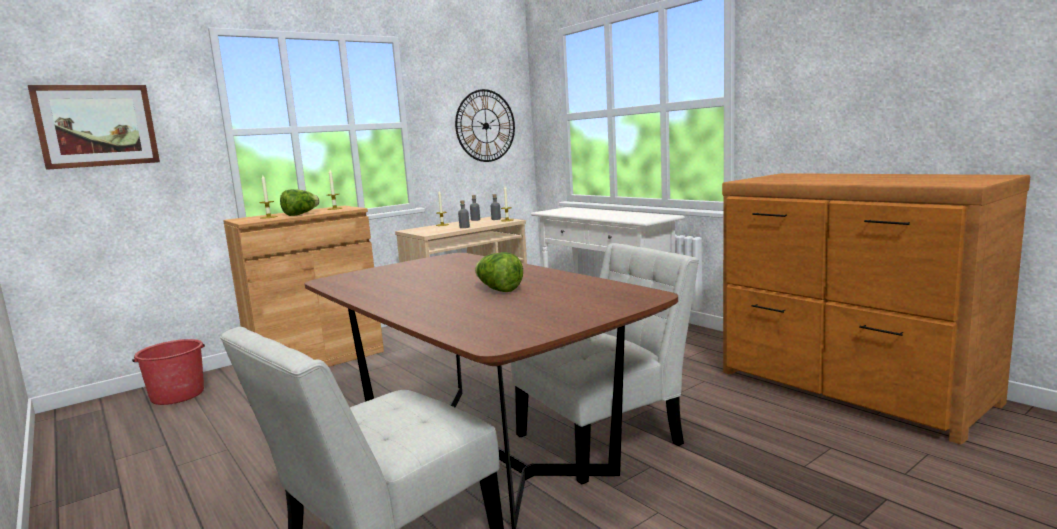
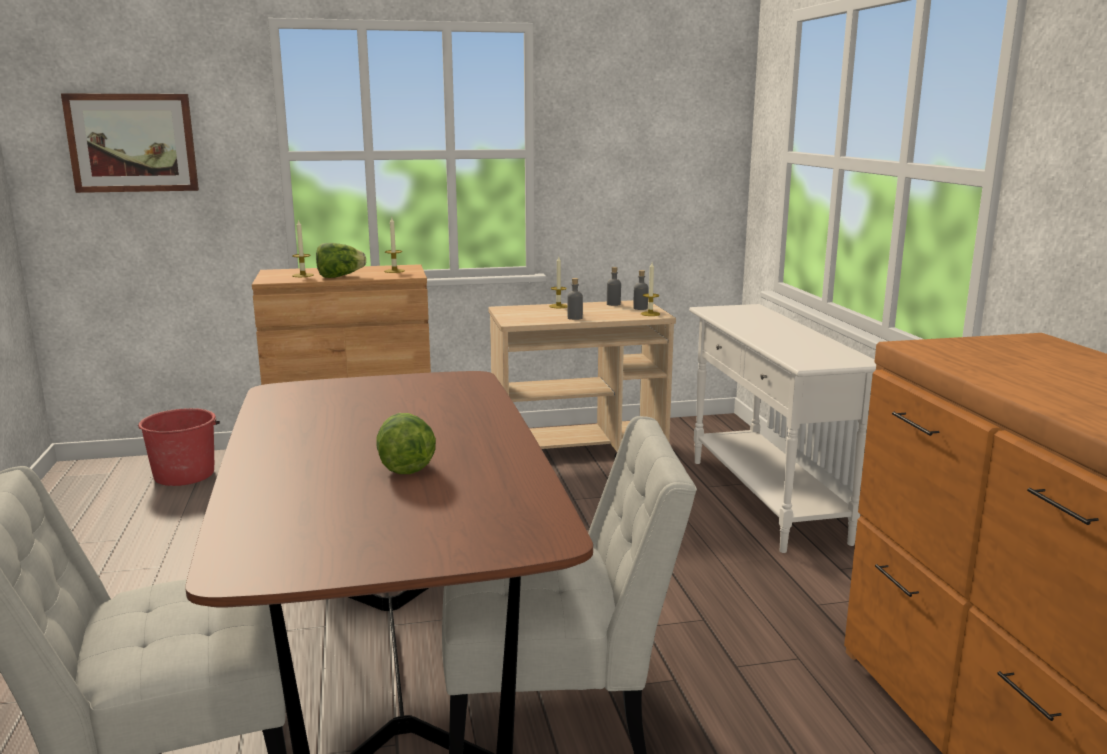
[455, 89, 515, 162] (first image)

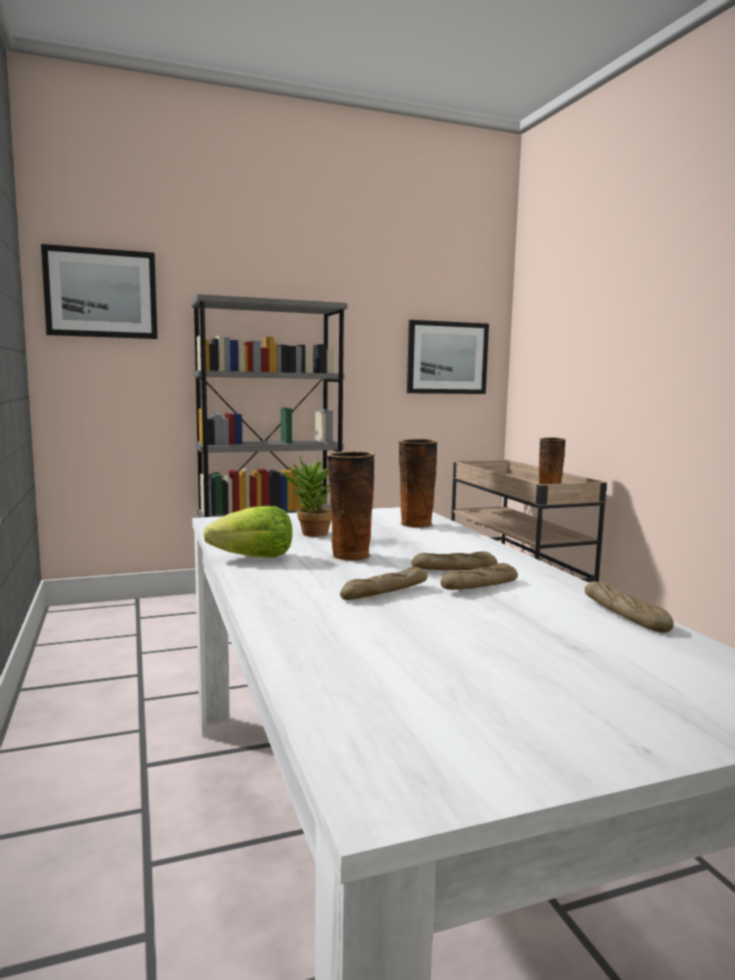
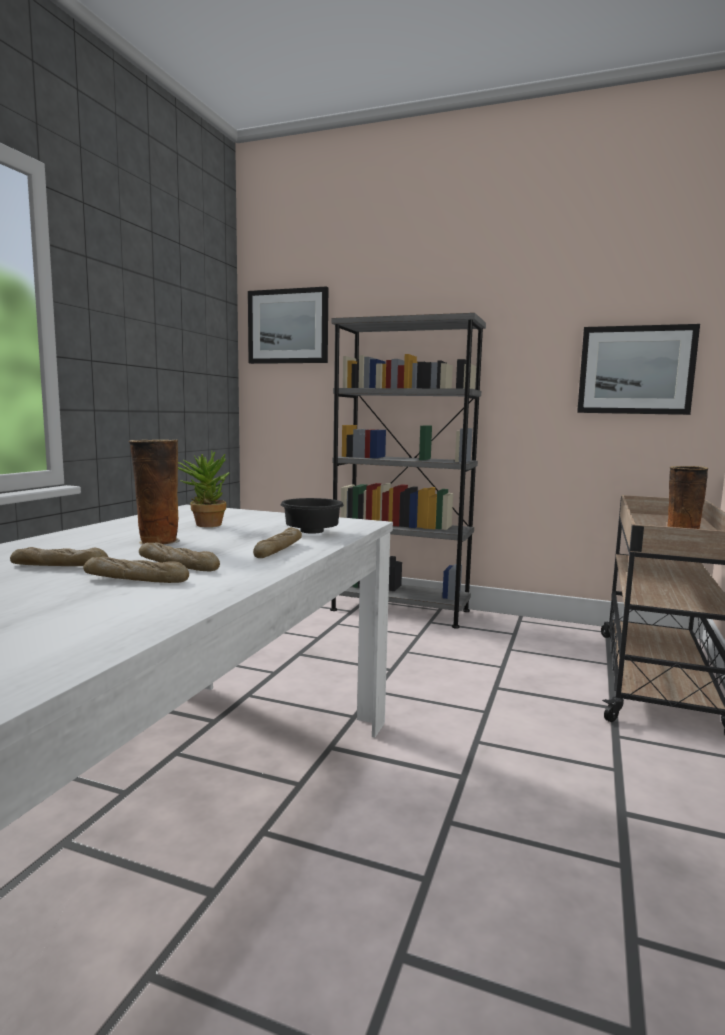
[203, 506, 292, 558] (first image)
[253, 527, 302, 558]
[281, 498, 344, 533]

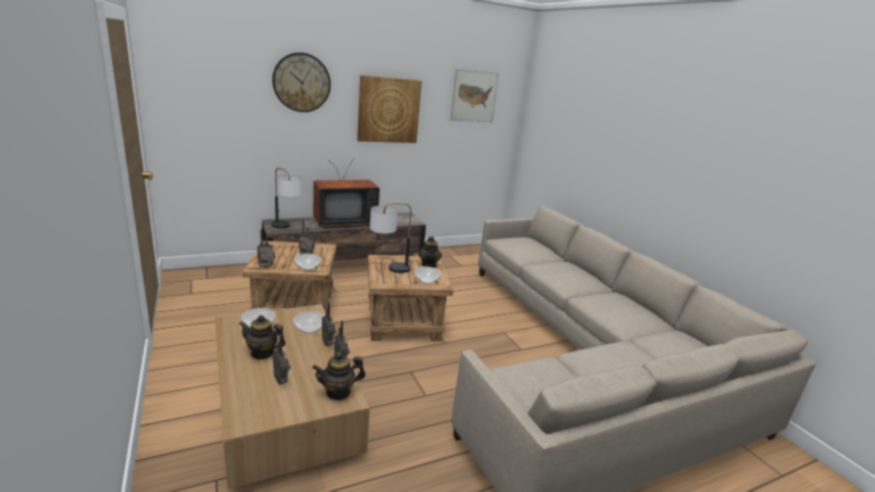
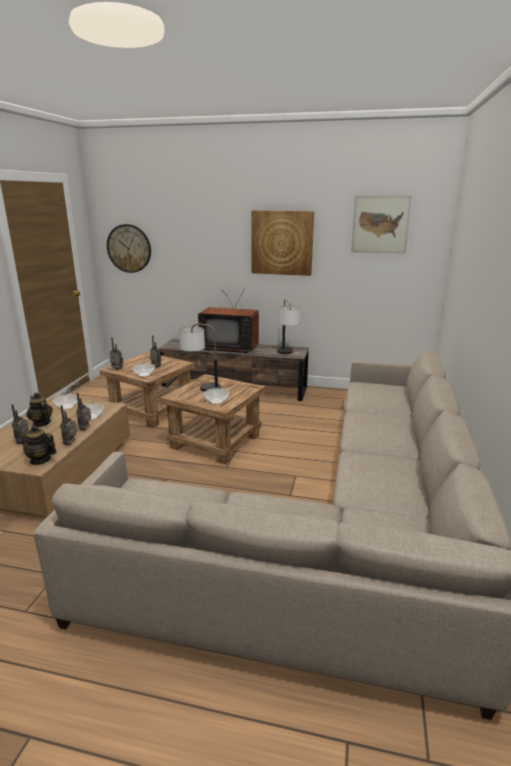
[418, 236, 442, 268] (first image)
[277, 299, 301, 354]
[107, 224, 151, 273]

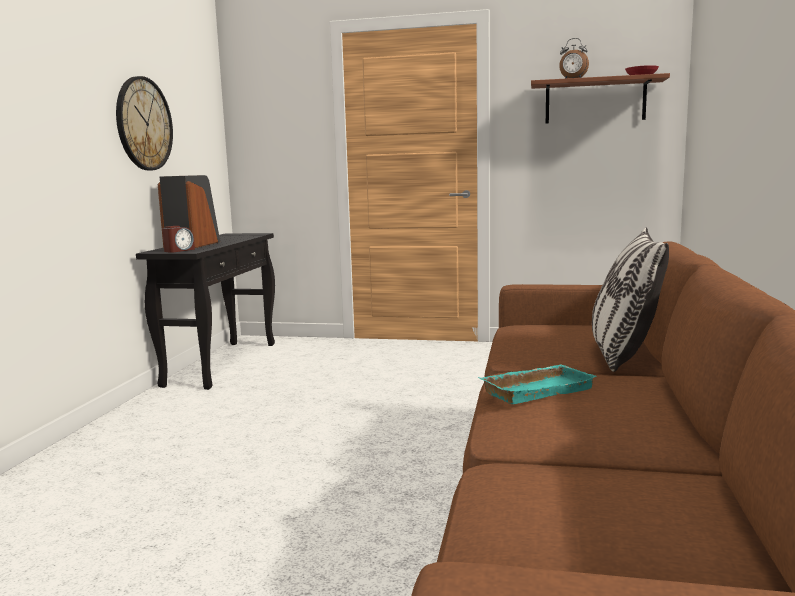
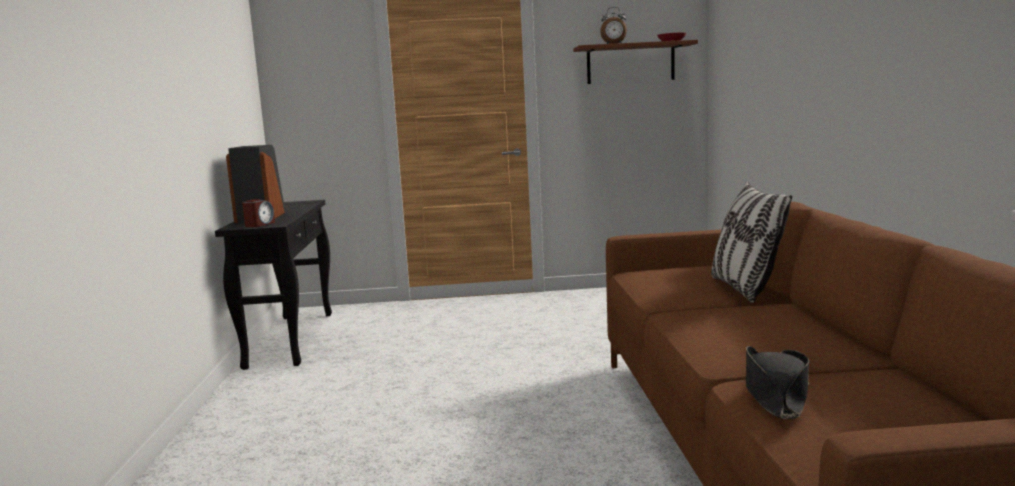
[116, 76, 173, 171] (first image)
[478, 365, 597, 404] (first image)
[746, 346, 809, 419]

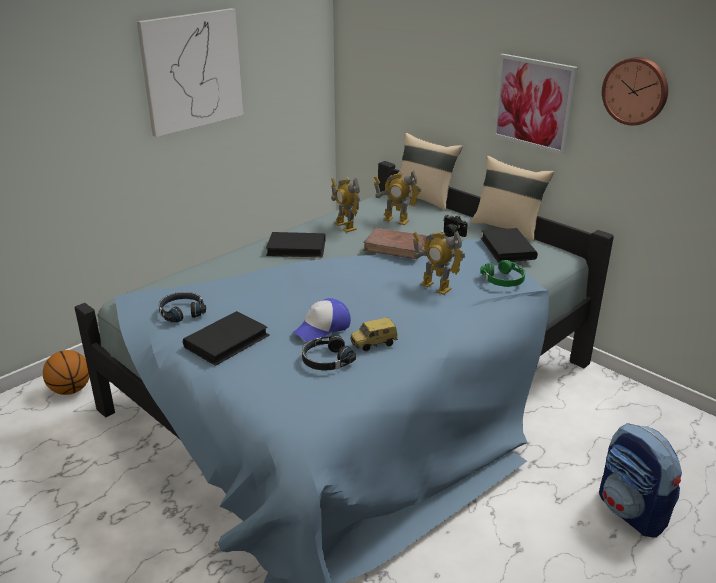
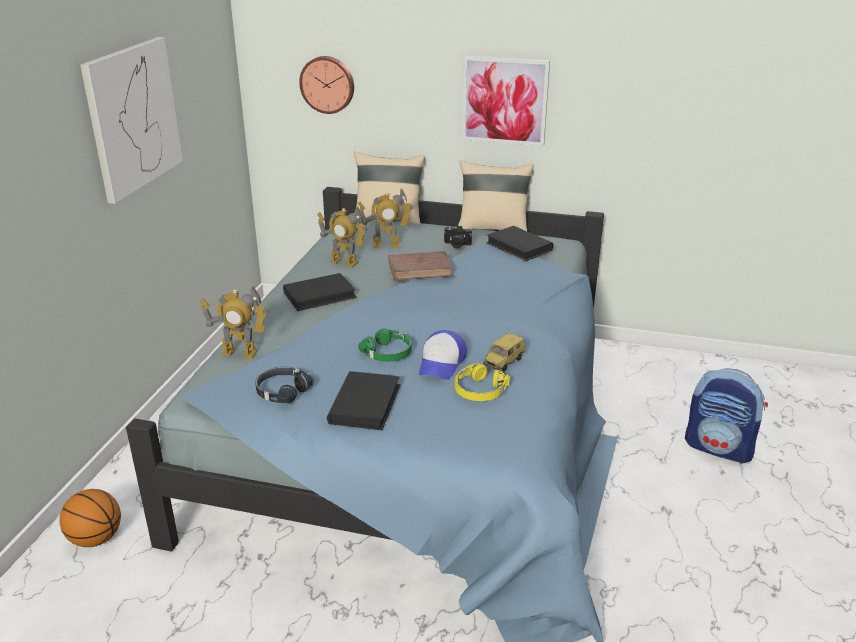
[200, 286, 268, 359]
[358, 329, 412, 362]
[299, 56, 354, 114]
[455, 363, 510, 401]

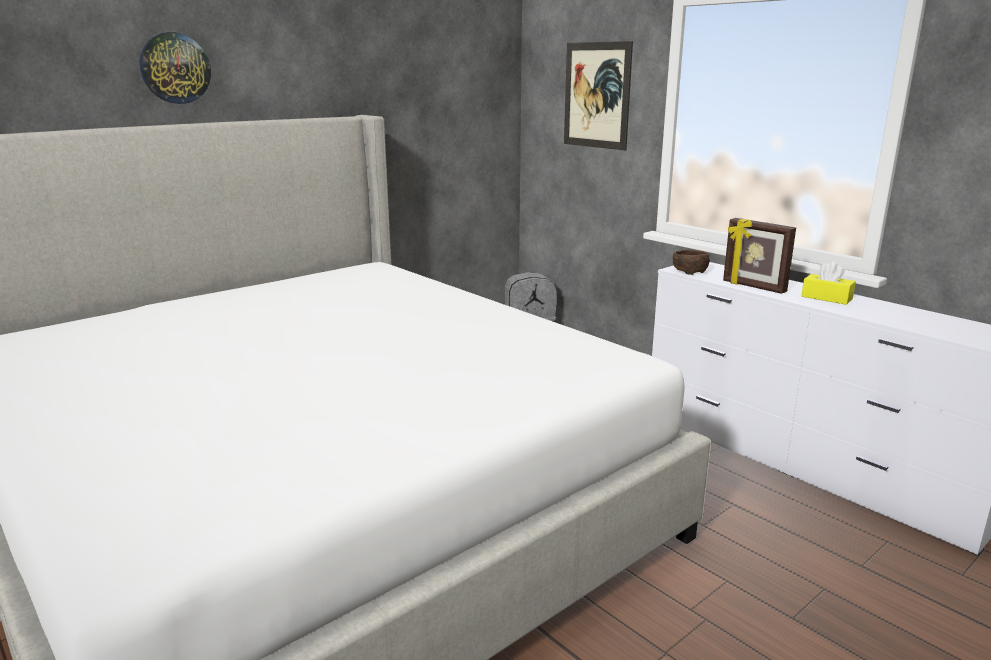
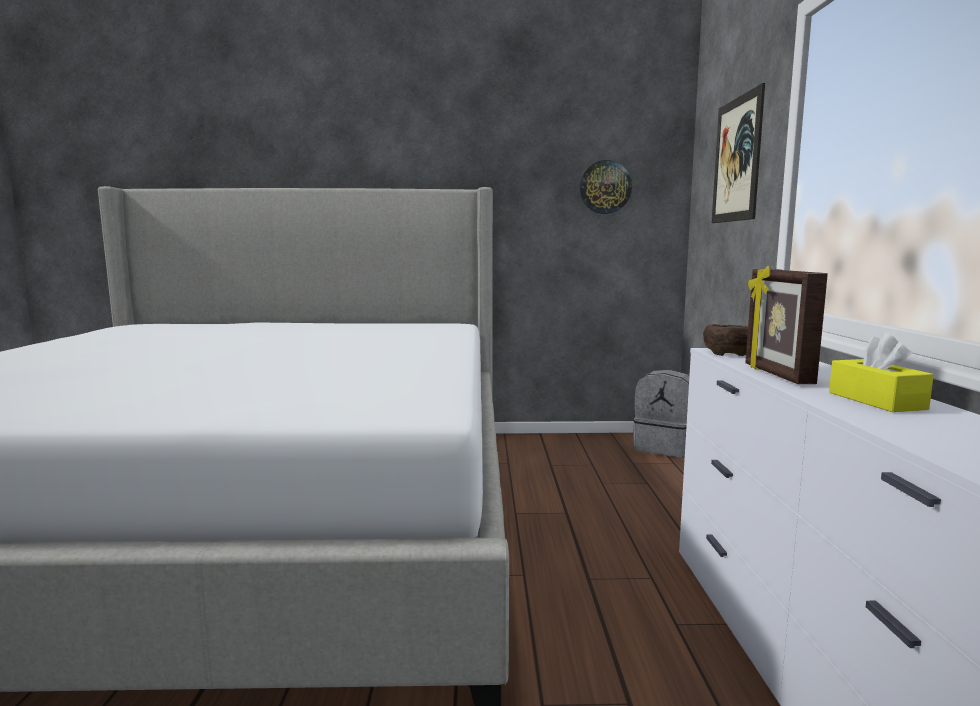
[580, 160, 632, 214]

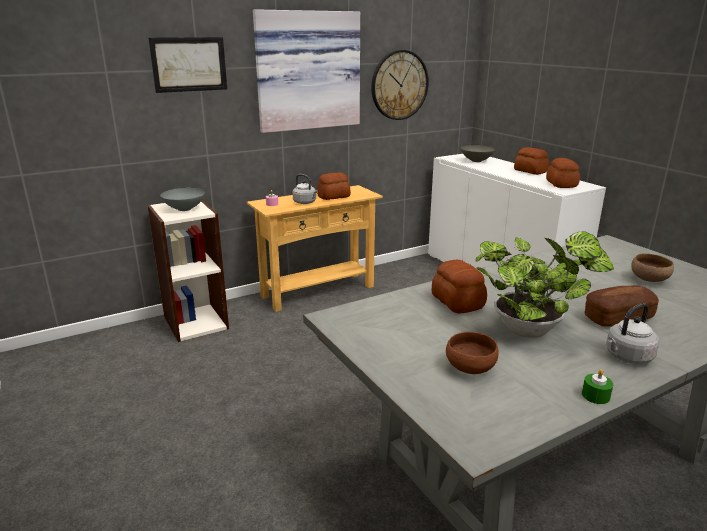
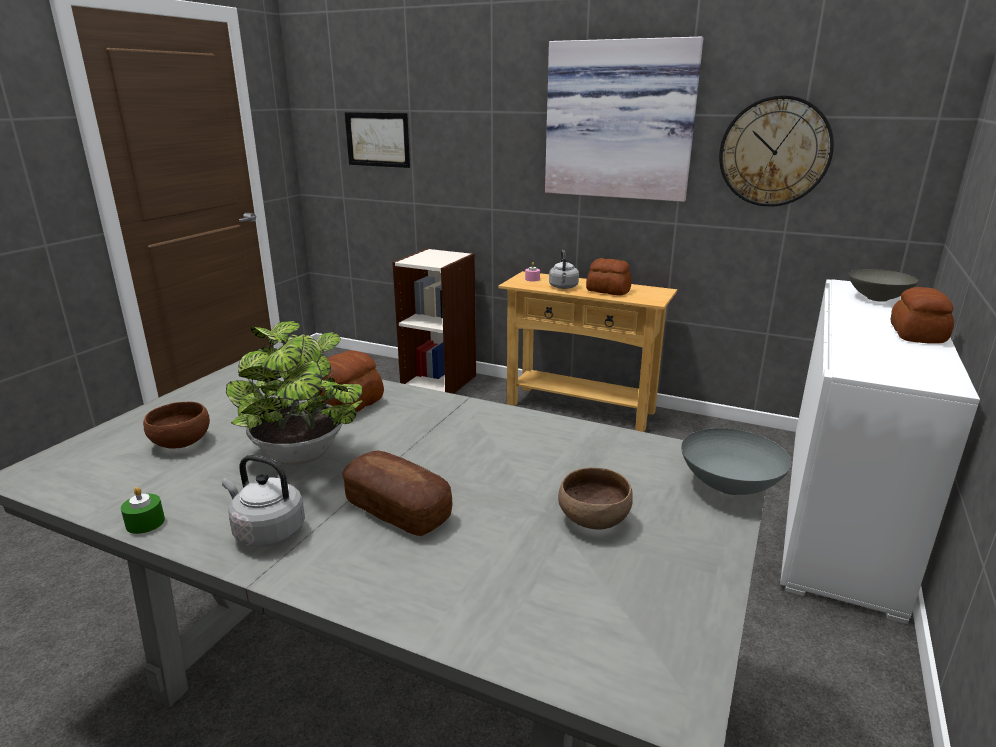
[546, 158, 580, 188] (first image)
[345, 112, 410, 168]
[681, 428, 791, 495]

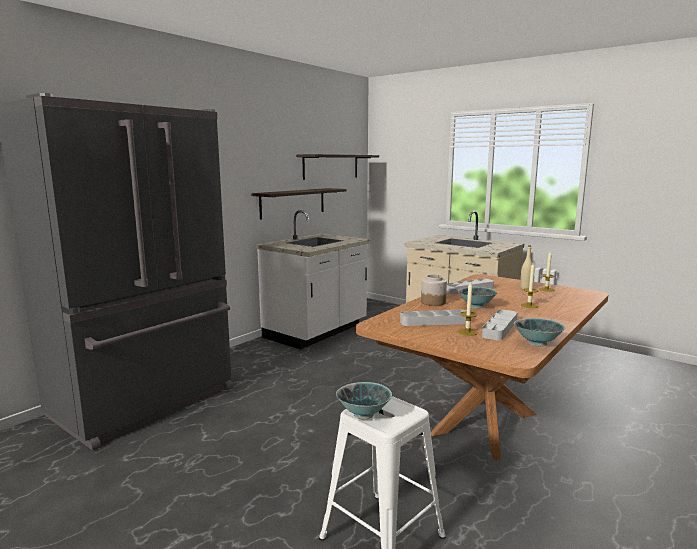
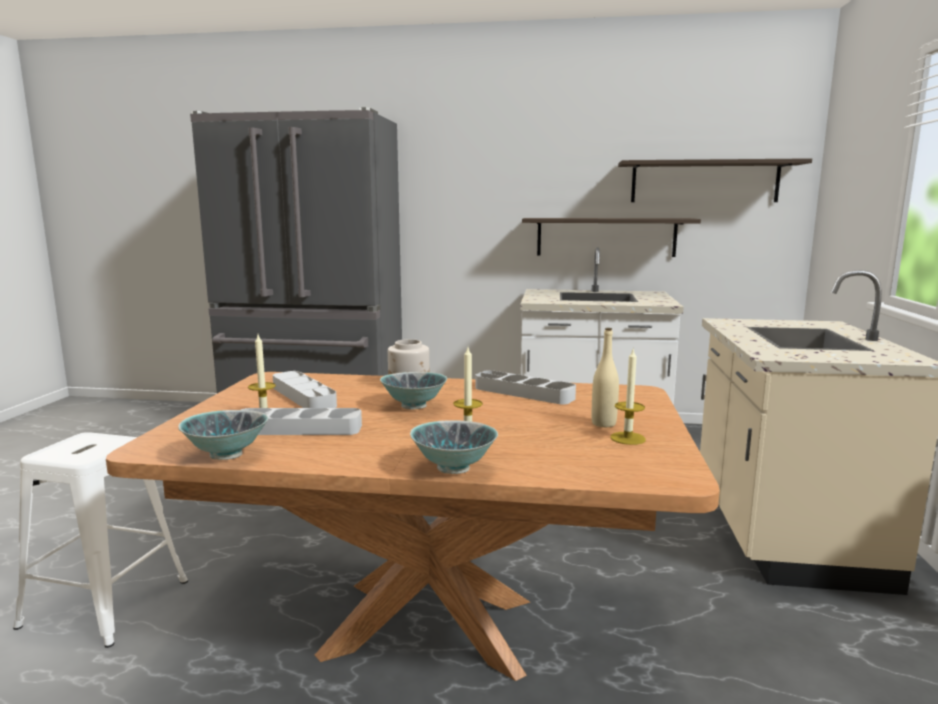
[410, 420, 498, 474]

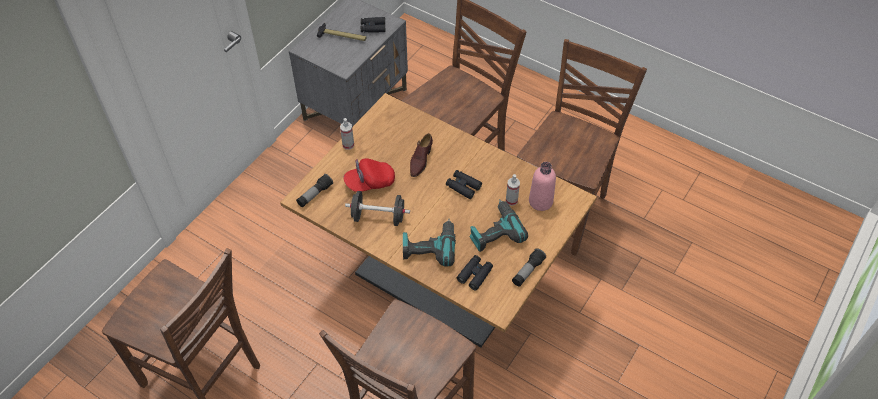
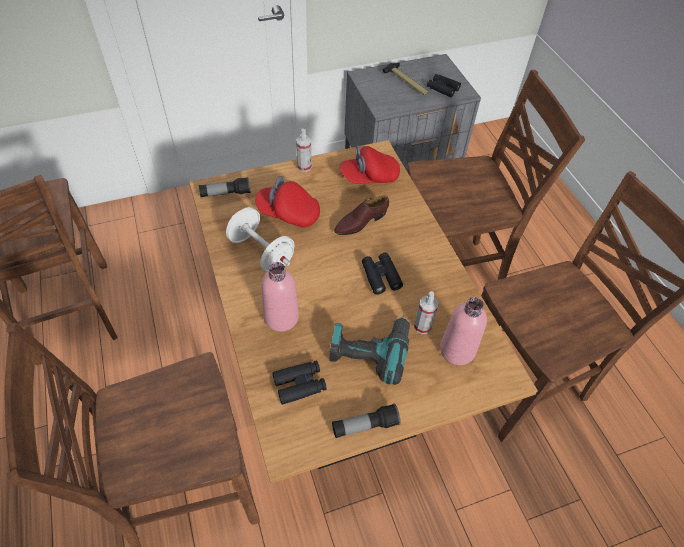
[340, 145, 400, 184]
[261, 262, 299, 332]
[226, 207, 294, 272]

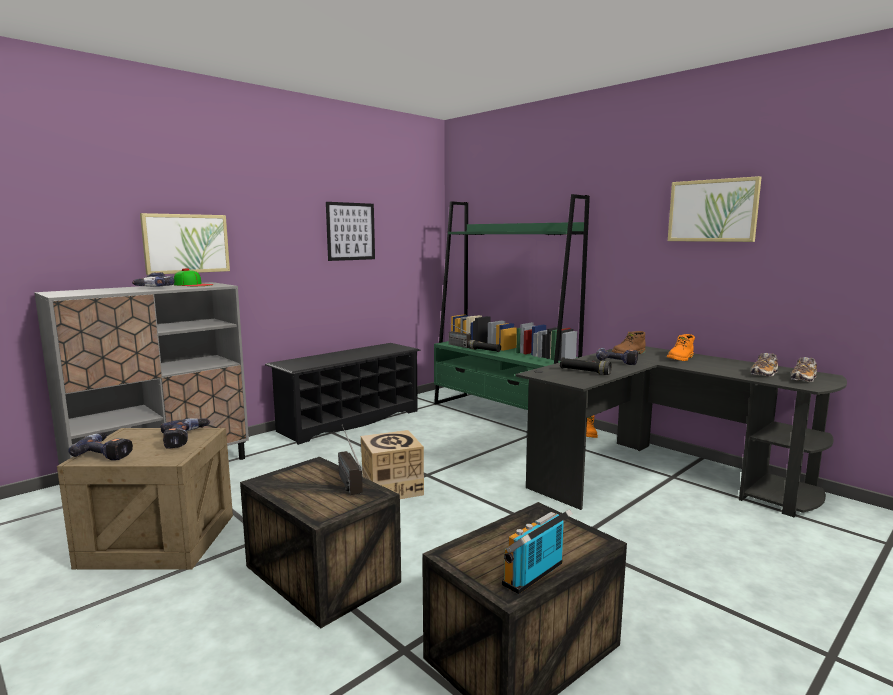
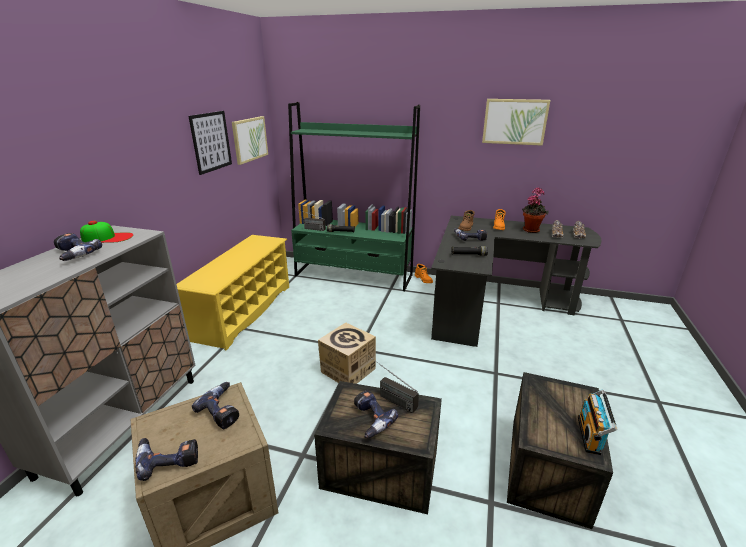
[354, 390, 399, 439]
[522, 188, 549, 233]
[232, 116, 268, 165]
[176, 235, 289, 351]

